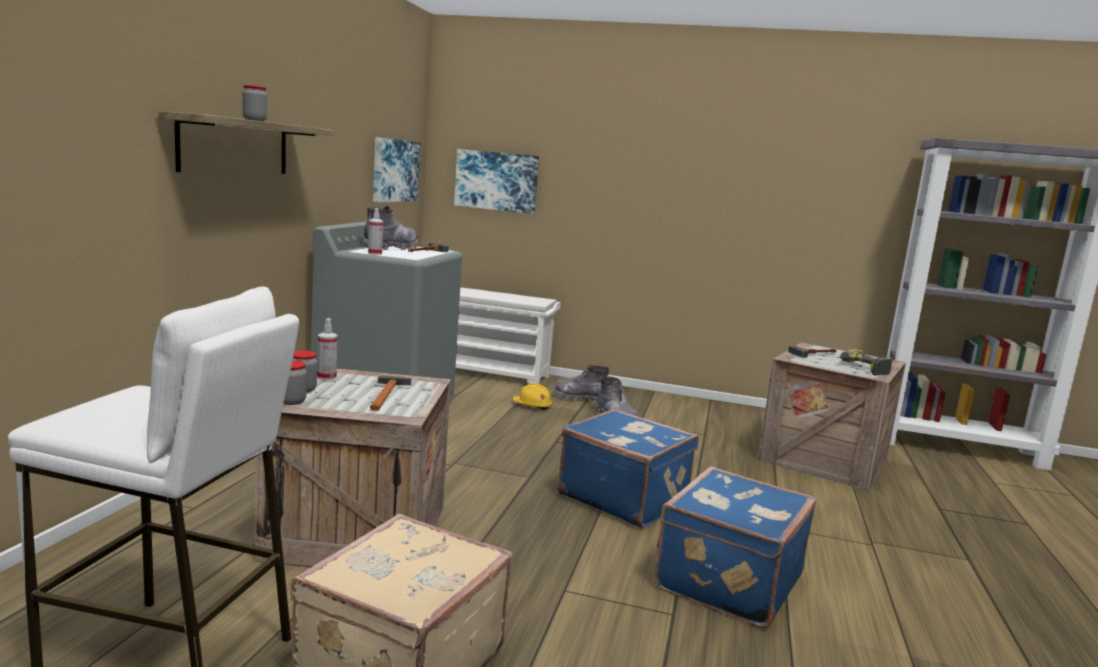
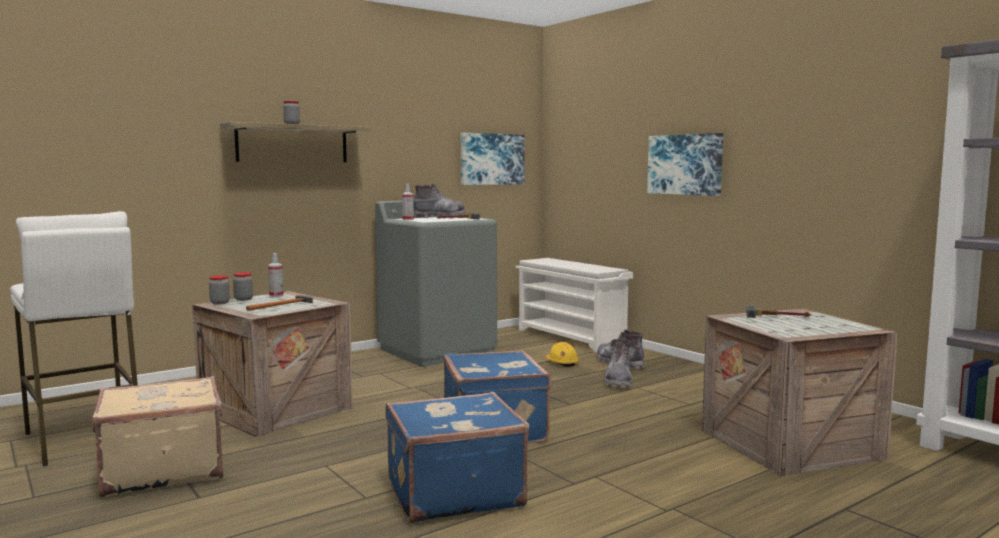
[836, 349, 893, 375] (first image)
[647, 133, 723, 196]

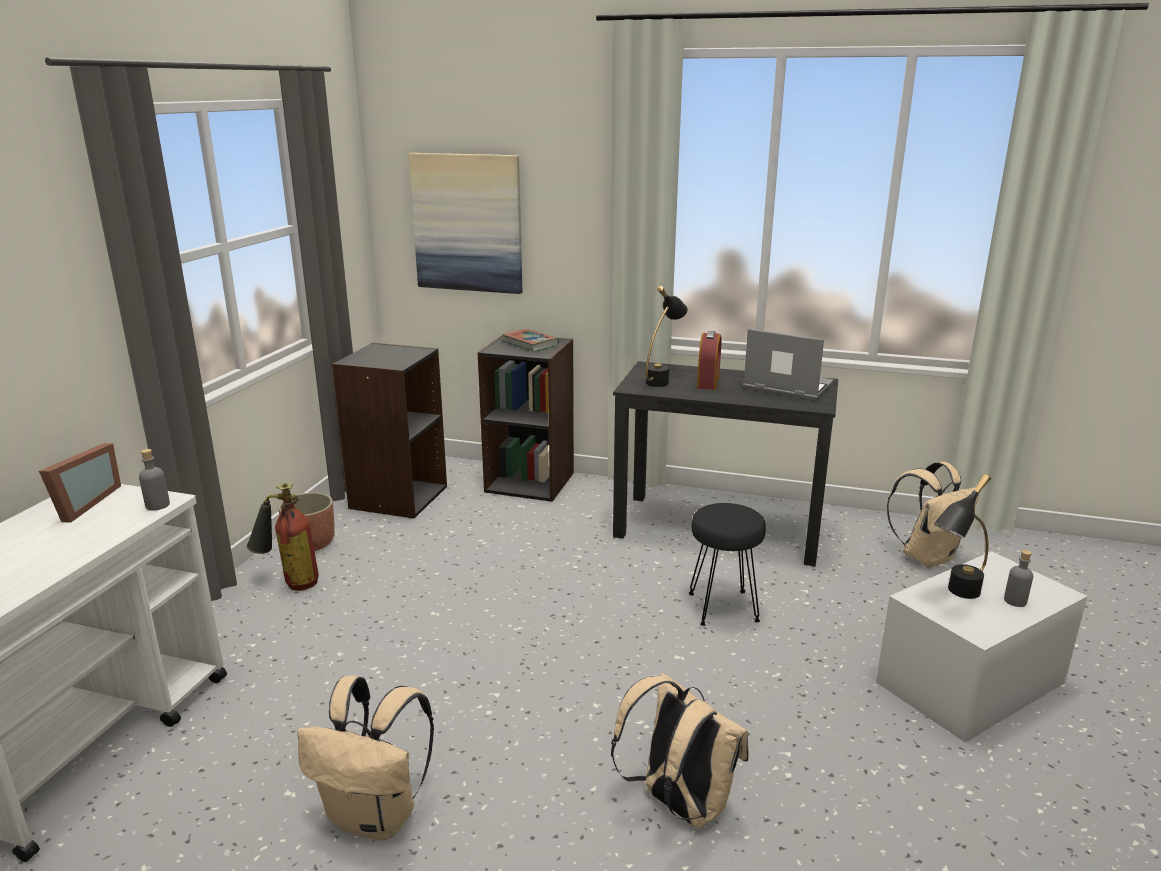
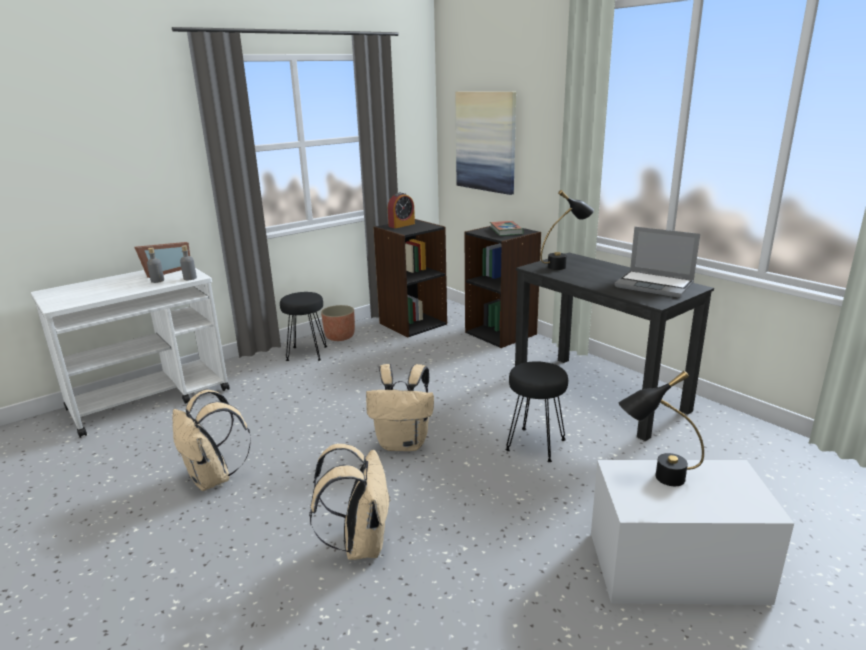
[388, 192, 415, 228]
[366, 364, 434, 451]
[147, 248, 164, 283]
[280, 292, 327, 361]
[614, 227, 700, 297]

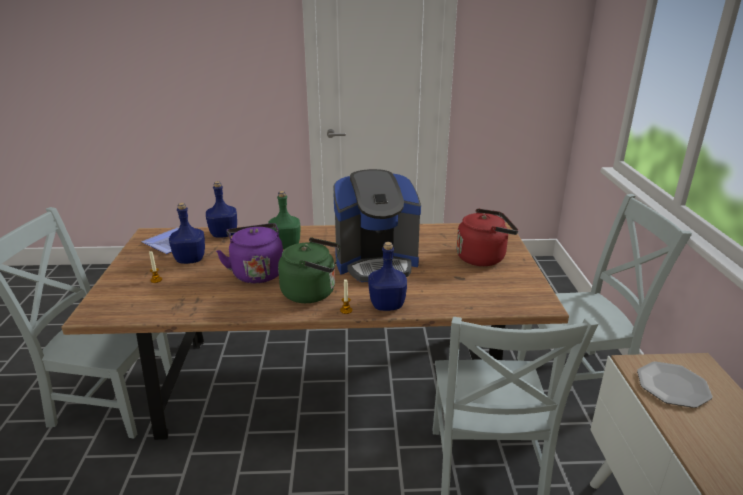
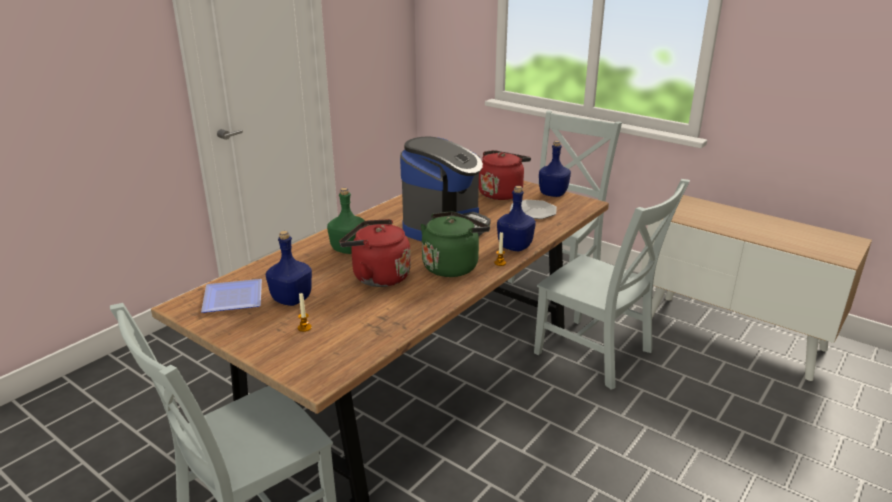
[539, 141, 571, 197]
[510, 200, 557, 219]
[339, 219, 411, 287]

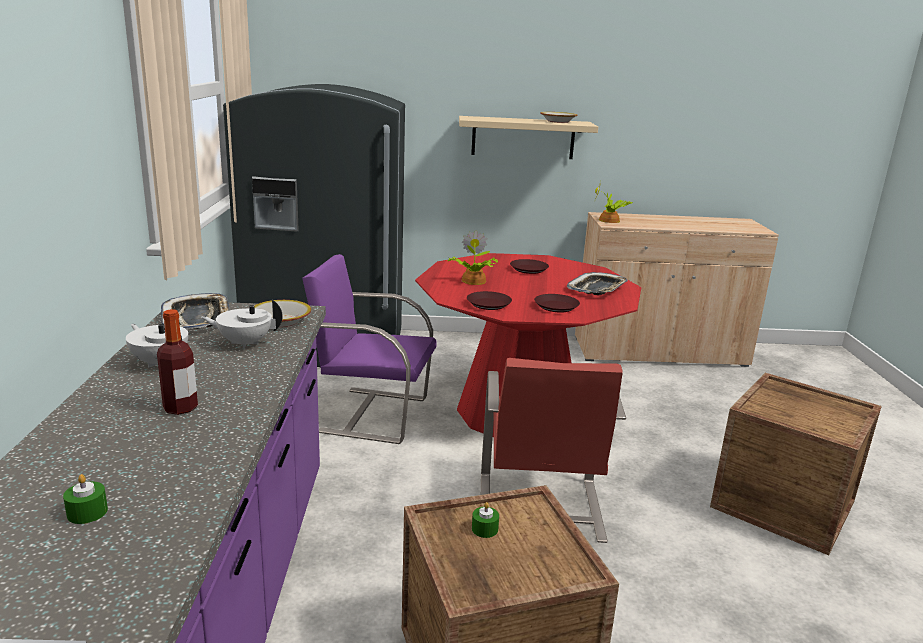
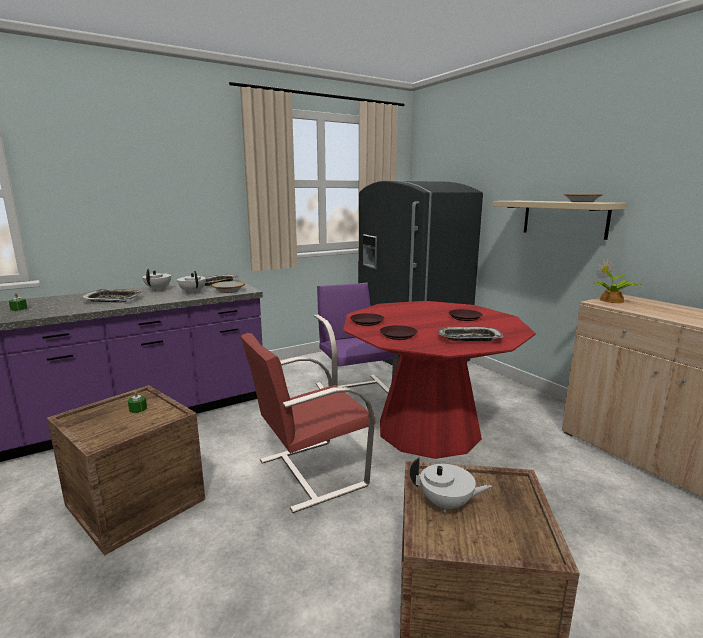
[447, 230, 498, 285] (first image)
[410, 457, 492, 513]
[81, 289, 142, 303]

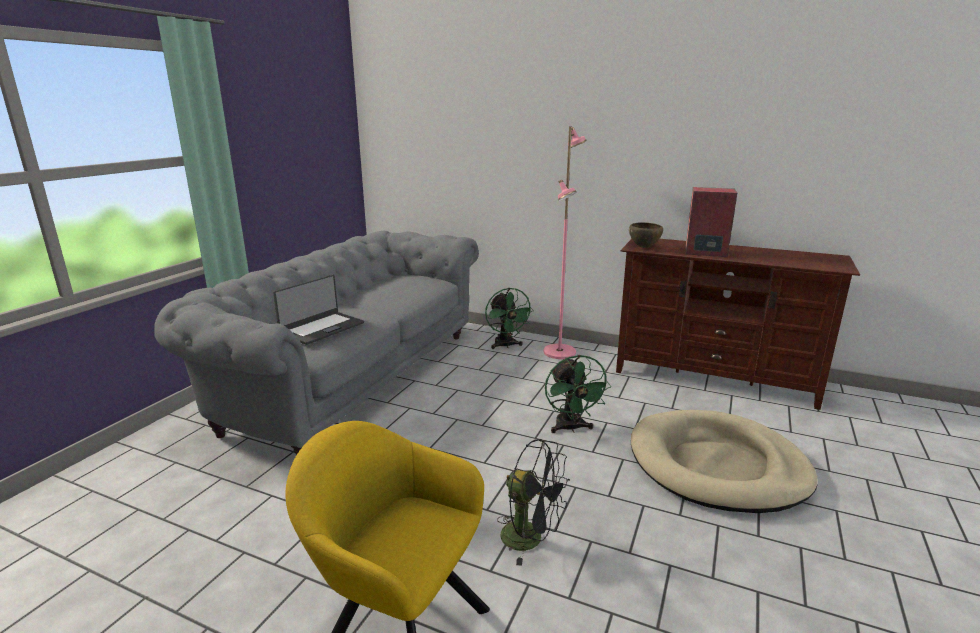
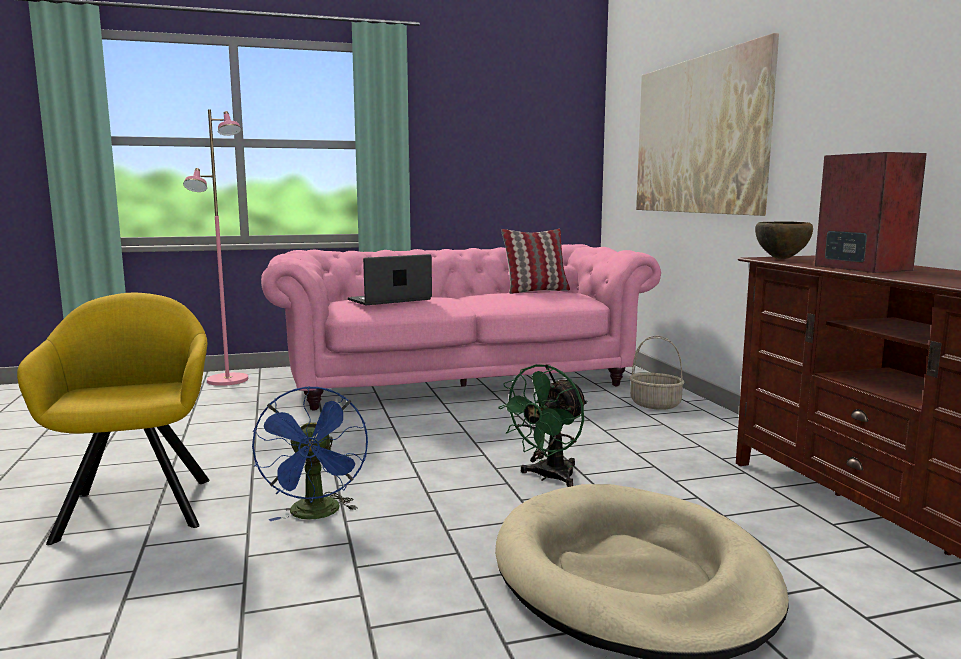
[501, 229, 570, 294]
[636, 33, 779, 216]
[183, 109, 248, 386]
[629, 335, 684, 410]
[261, 244, 661, 411]
[252, 386, 368, 521]
[348, 254, 432, 305]

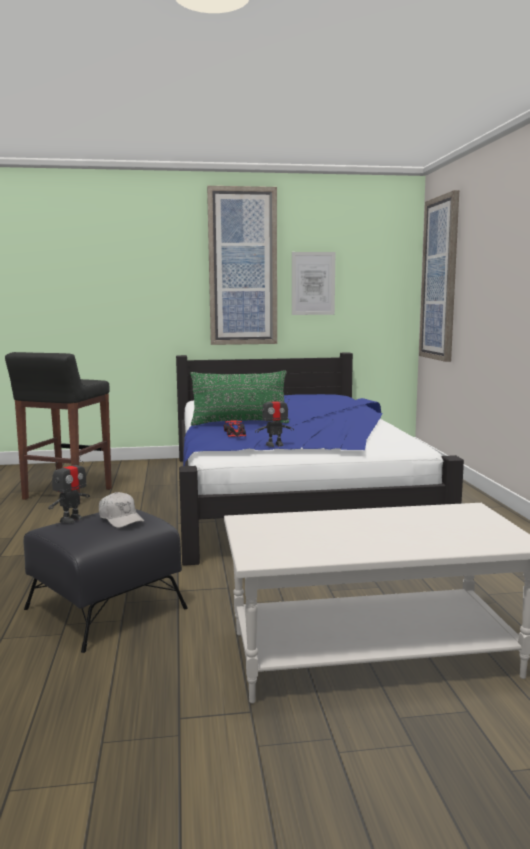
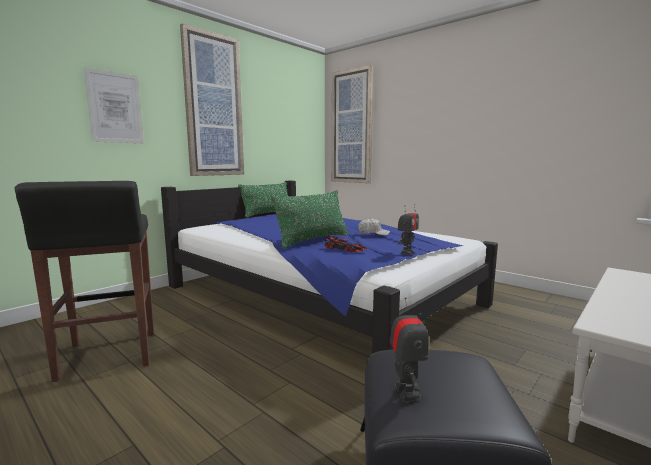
[238, 182, 288, 218]
[358, 218, 390, 236]
[84, 67, 144, 143]

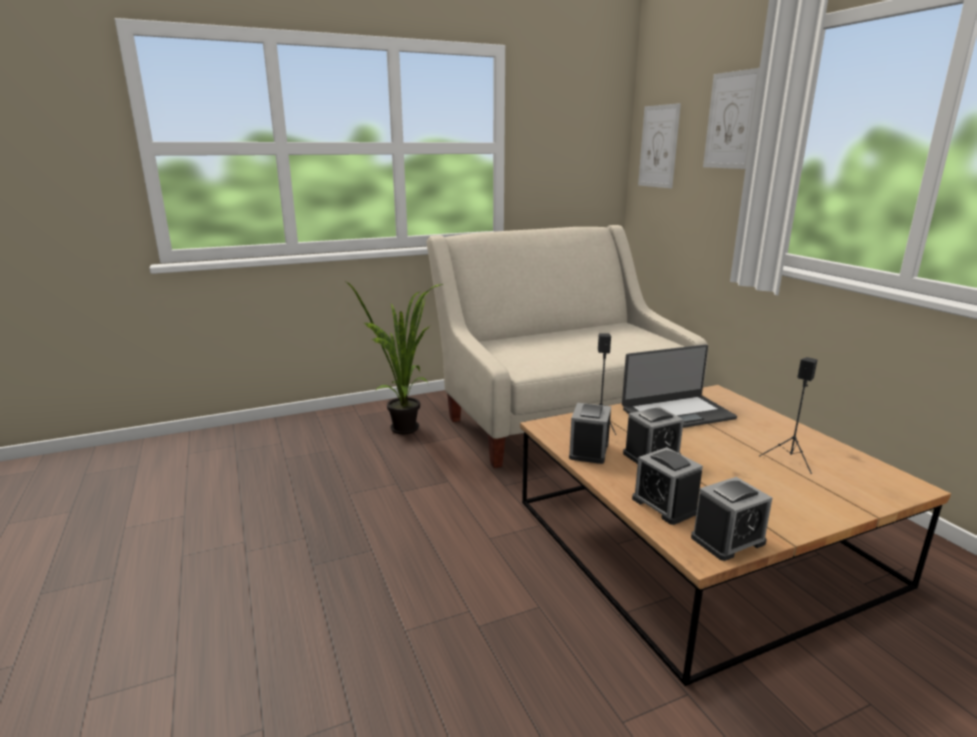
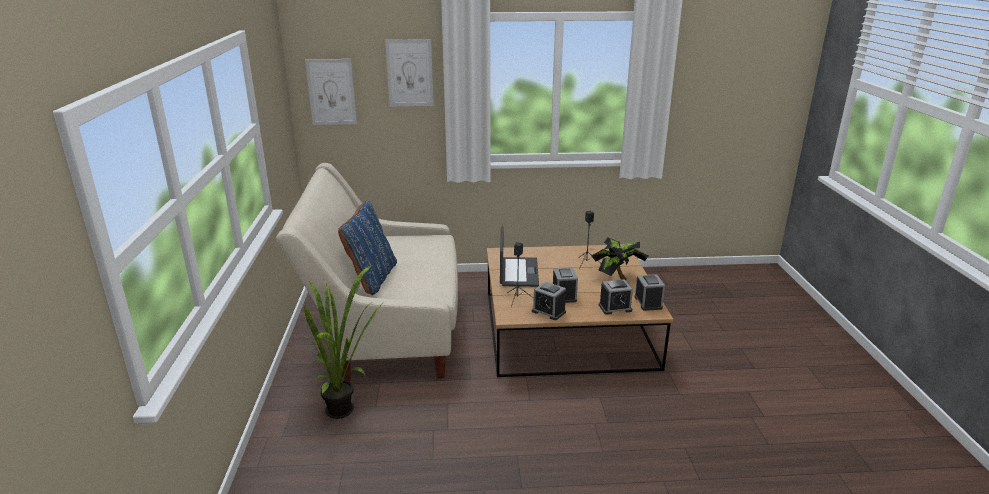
[338, 201, 397, 295]
[591, 238, 649, 280]

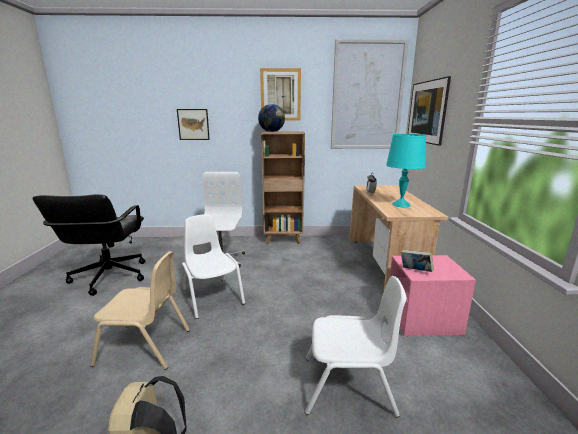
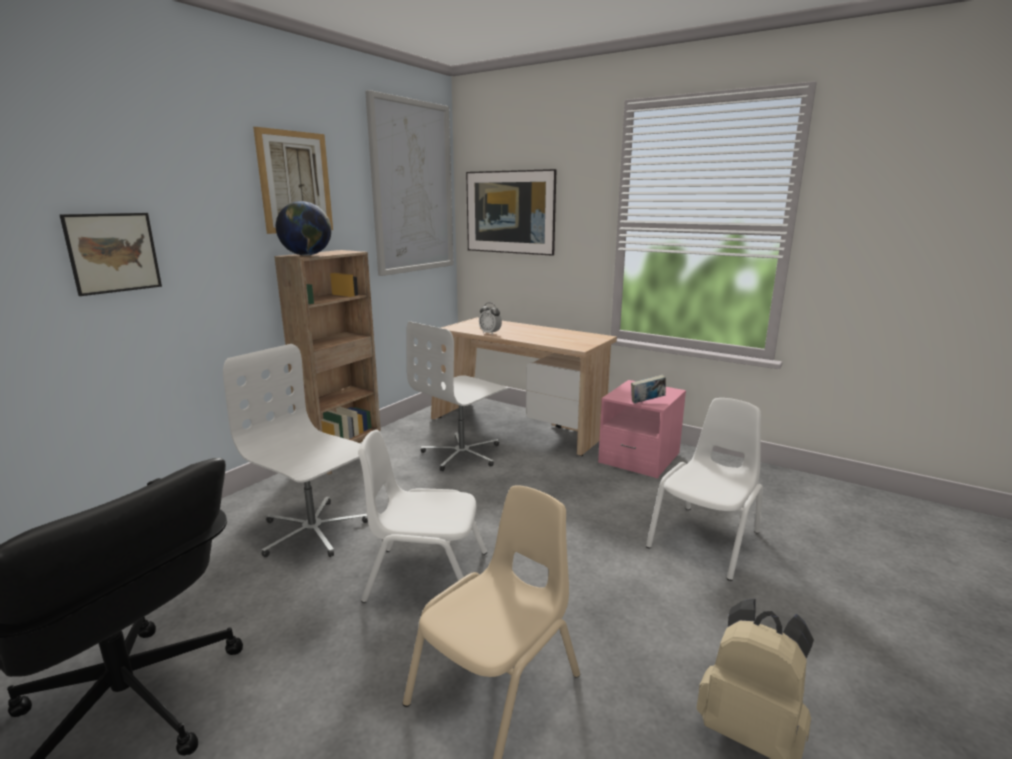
[386, 134, 426, 207] (first image)
[407, 321, 508, 471]

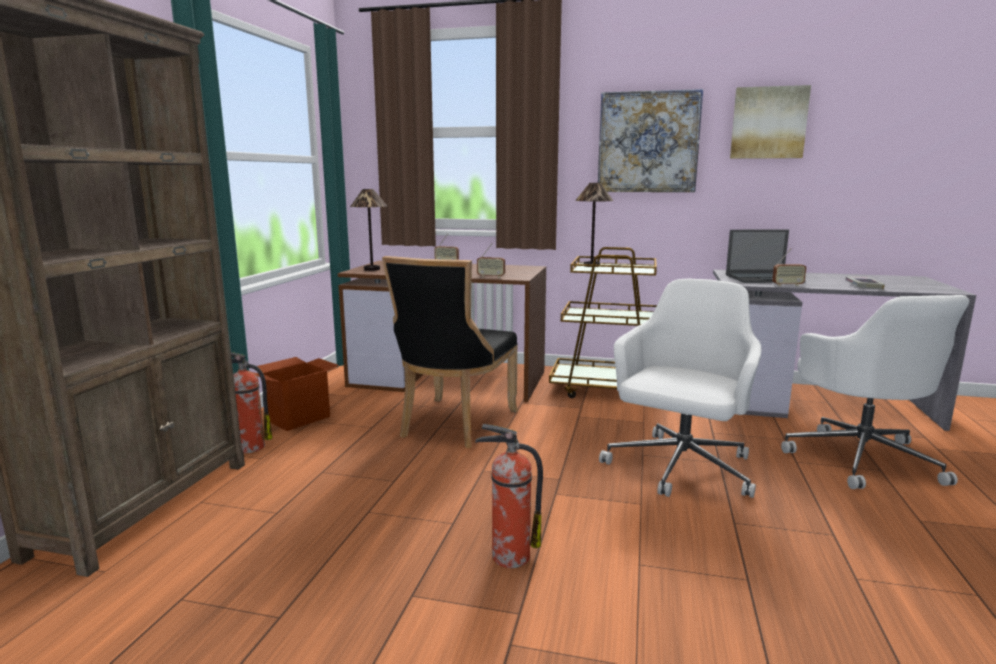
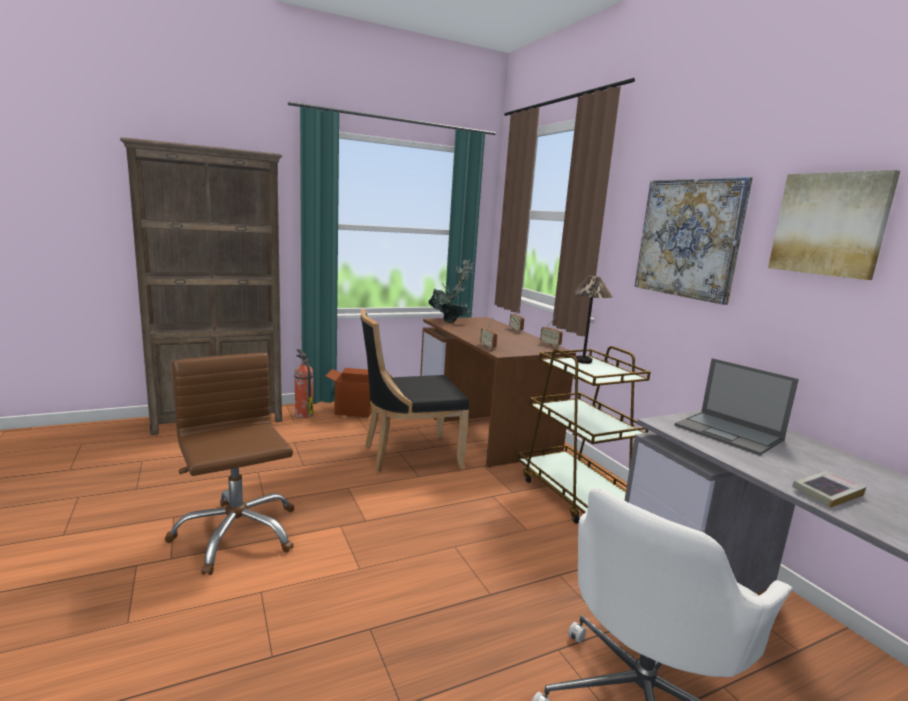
[599, 279, 762, 498] (first image)
[540, 316, 563, 347]
[429, 259, 474, 323]
[165, 353, 294, 575]

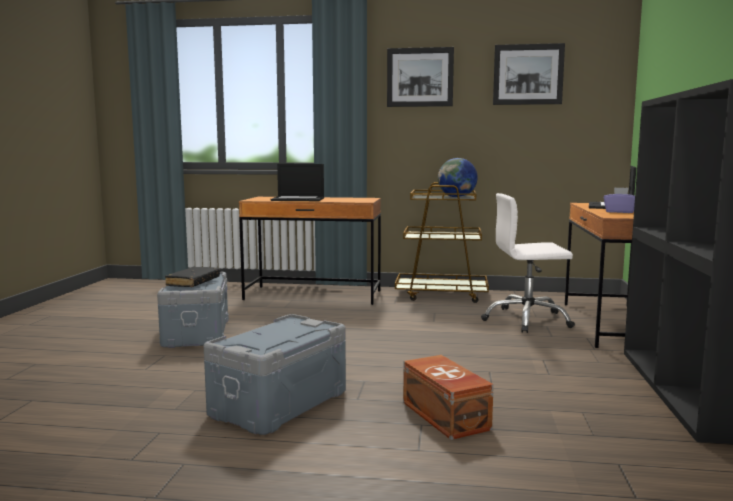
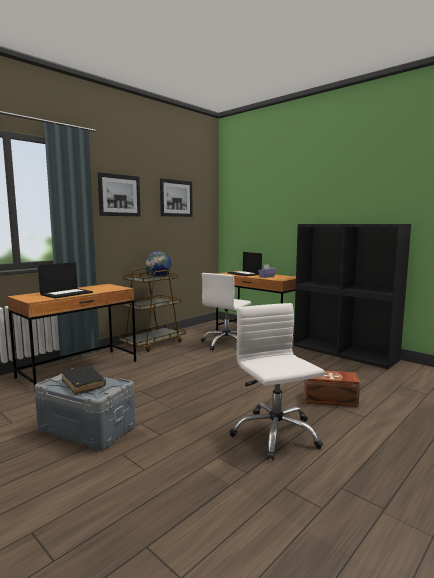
[229, 303, 325, 460]

